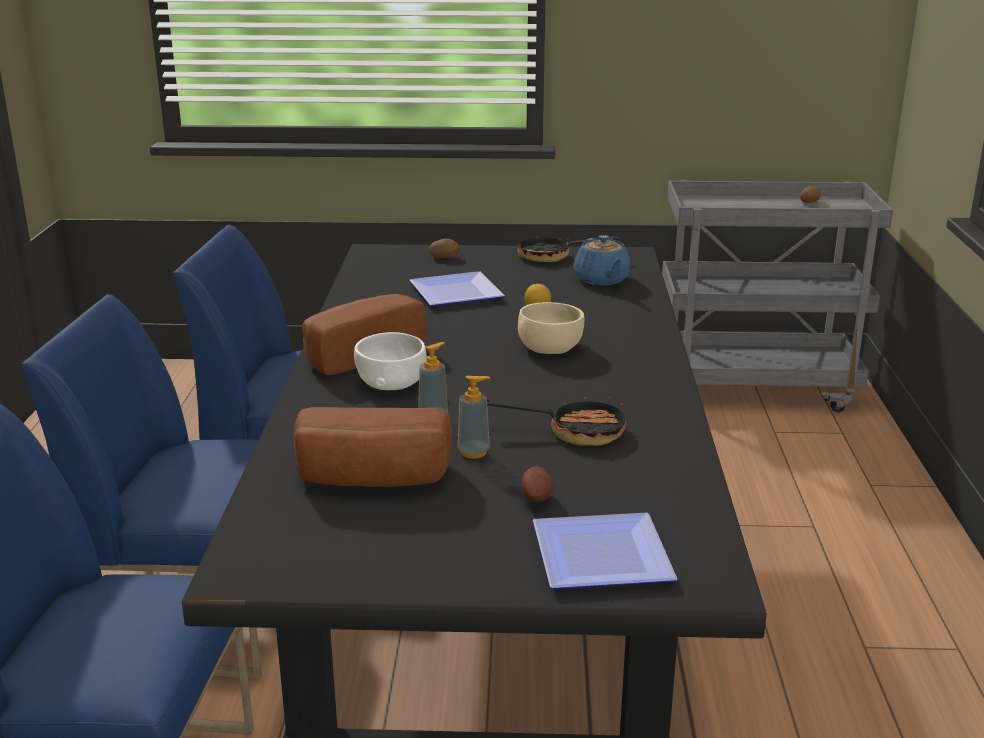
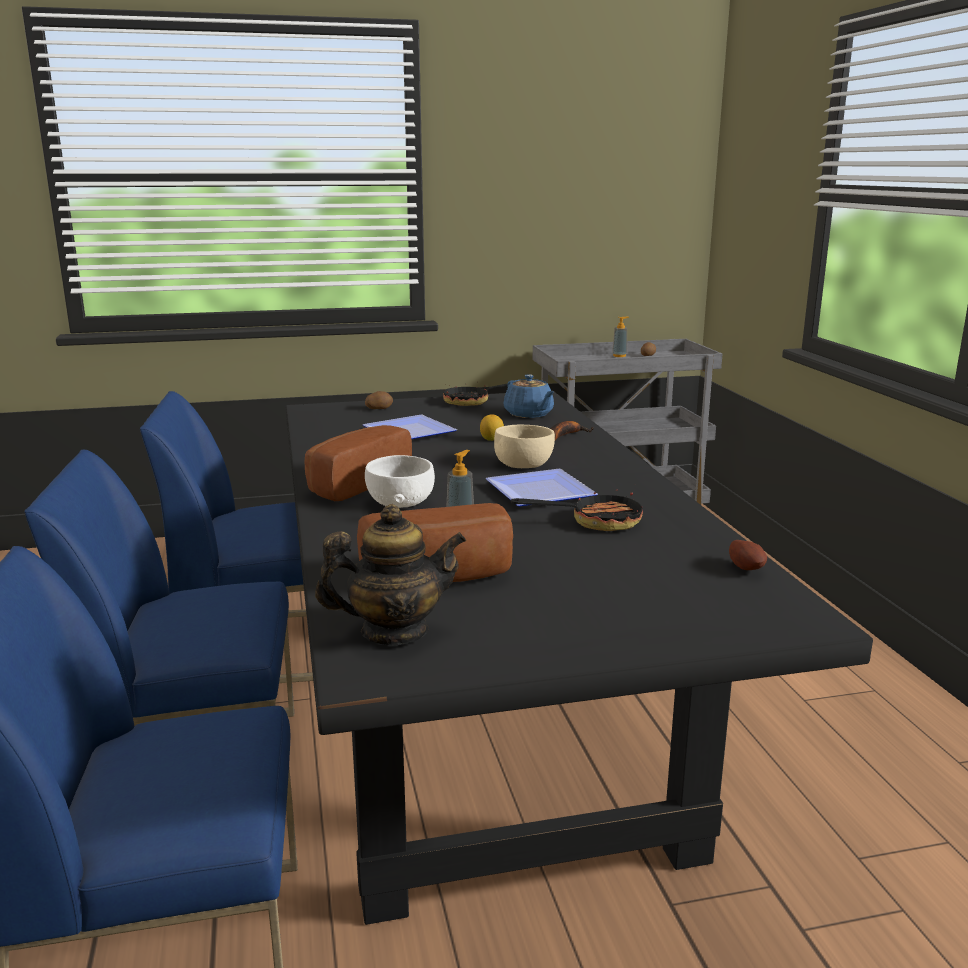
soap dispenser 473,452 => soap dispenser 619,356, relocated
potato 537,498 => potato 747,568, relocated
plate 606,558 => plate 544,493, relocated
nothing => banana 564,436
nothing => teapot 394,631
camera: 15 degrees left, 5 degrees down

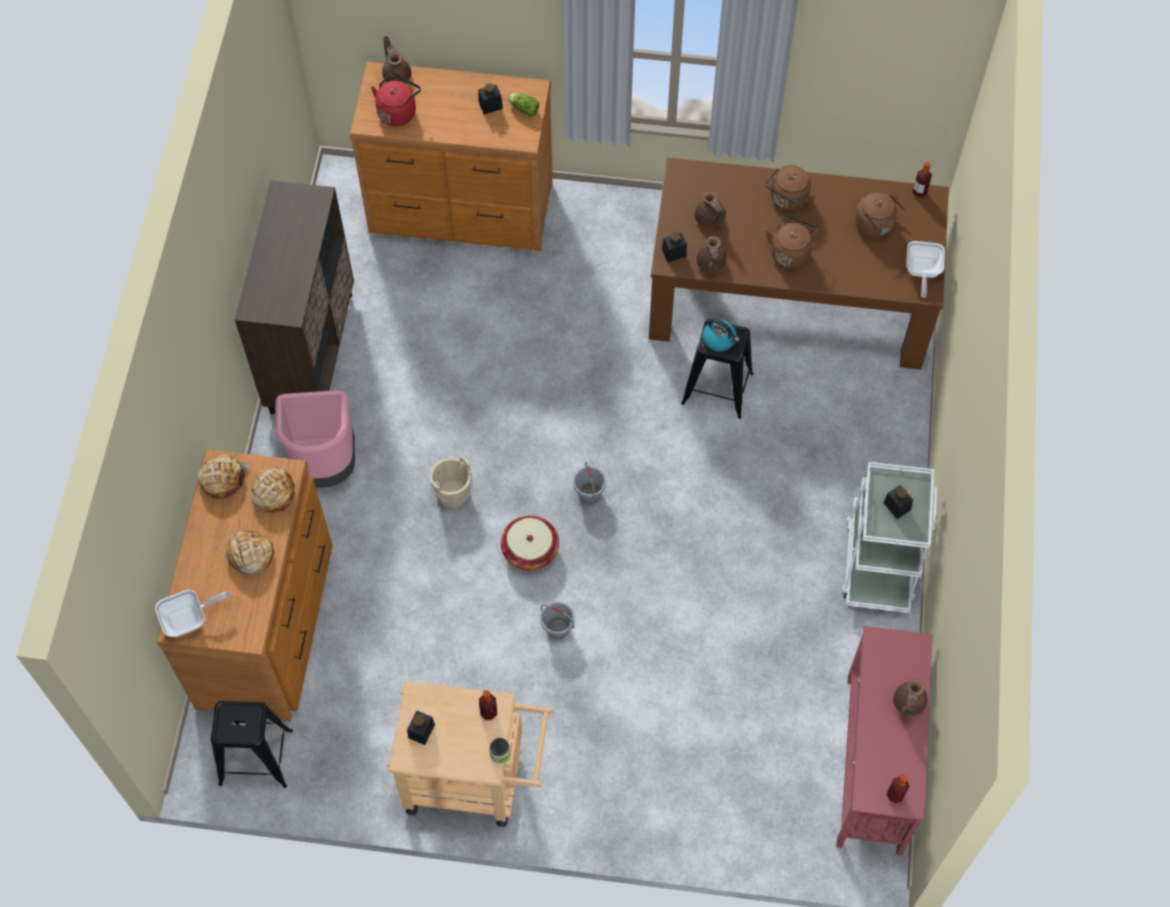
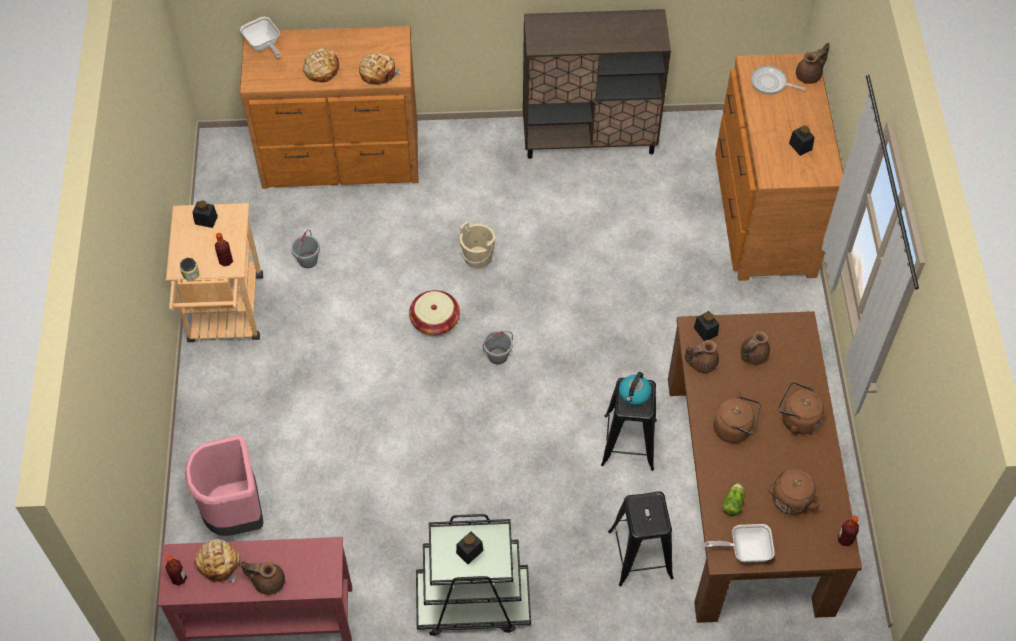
red kettle 398,111 => frying pan 770,83
lettuce 523,108 => lettuce 733,502, relocated
pink trash can 325,468 => pink trash can 236,515, relocated
bread 222,479 => bread 219,563, relocated
white cart 879,562 => black cart 472,603
grey bucket 557,628 => grey bucket 307,260, relocated
black stool 256,757 => black stool 640,555, relocated
camera: 80 degrees right, 5 degrees down

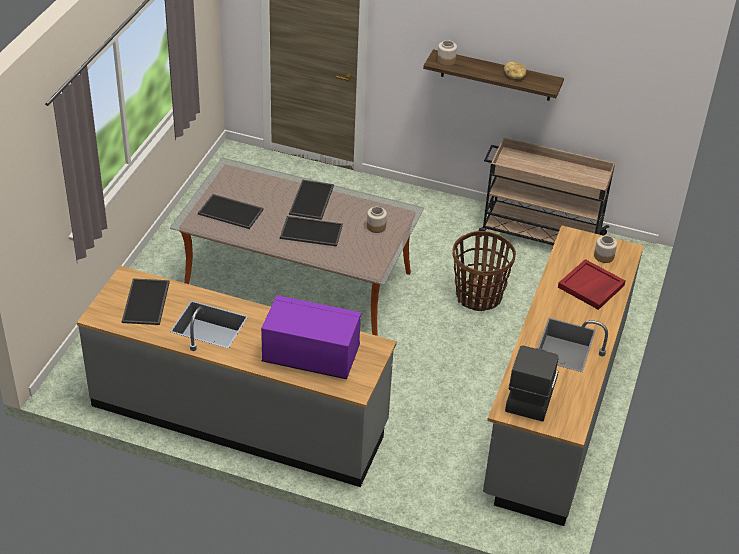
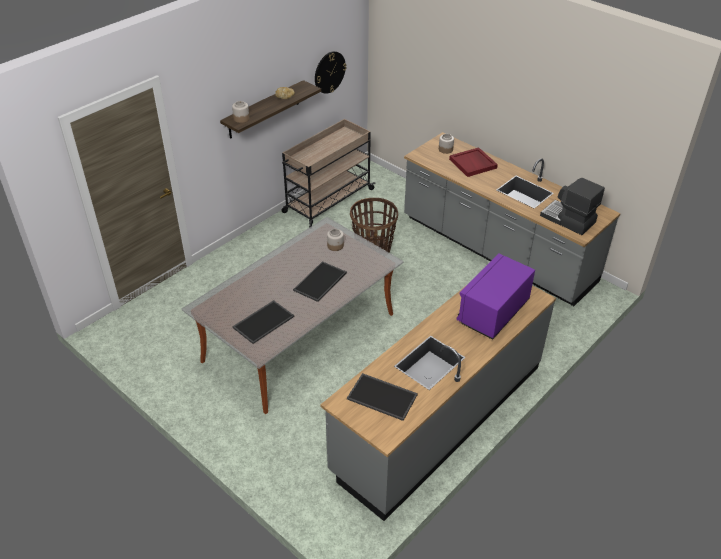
tray 312,200 => nothing
nothing => wall clock 329,72
camera: 65 degrees left, 0 degrees up

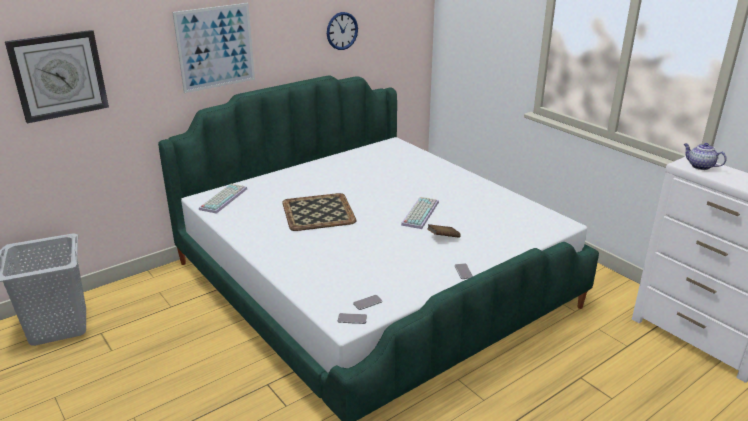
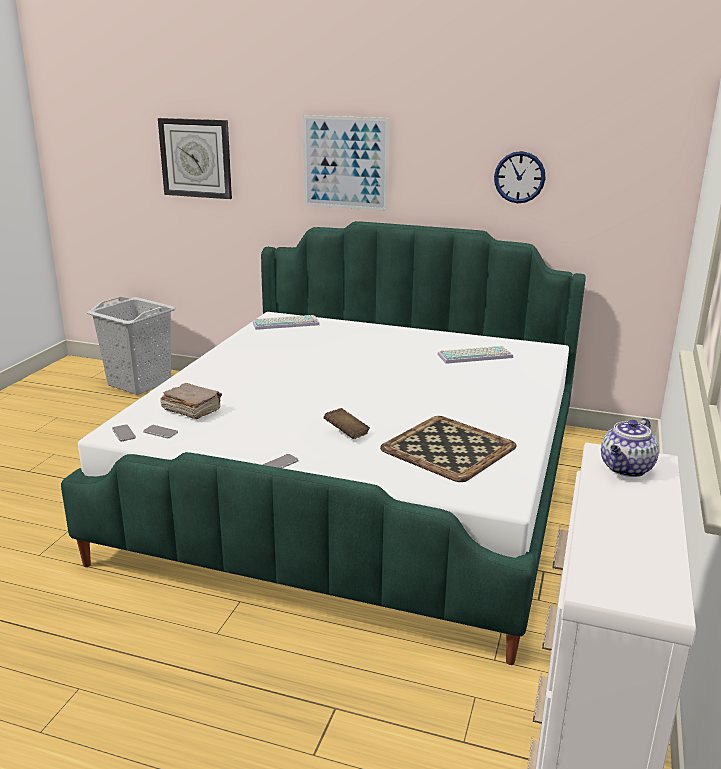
teapot 700,166 => teapot 626,469, 150 degrees counterclockwise
tray 317,212 => tray 448,447, relocated
keyboard 419,213 => keyboard 475,355, relocated
nothing => brown book 191,410
camera: 55 degrees right, 5 degrees down

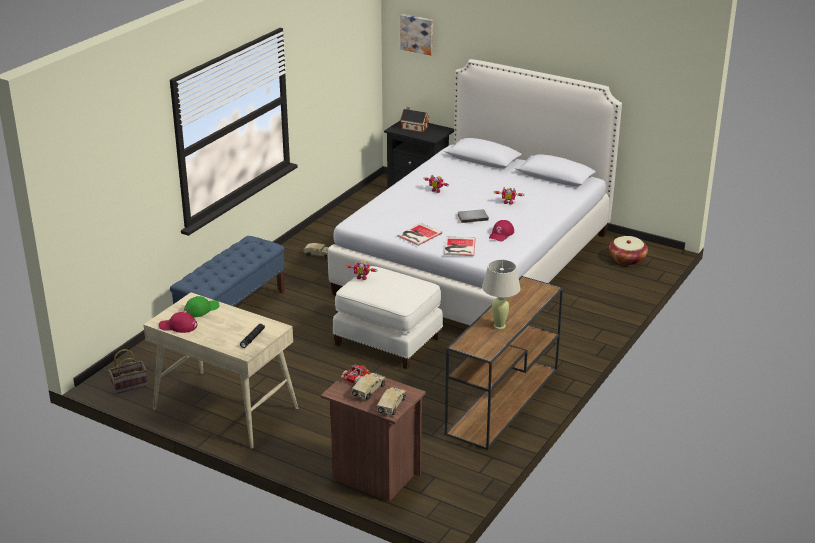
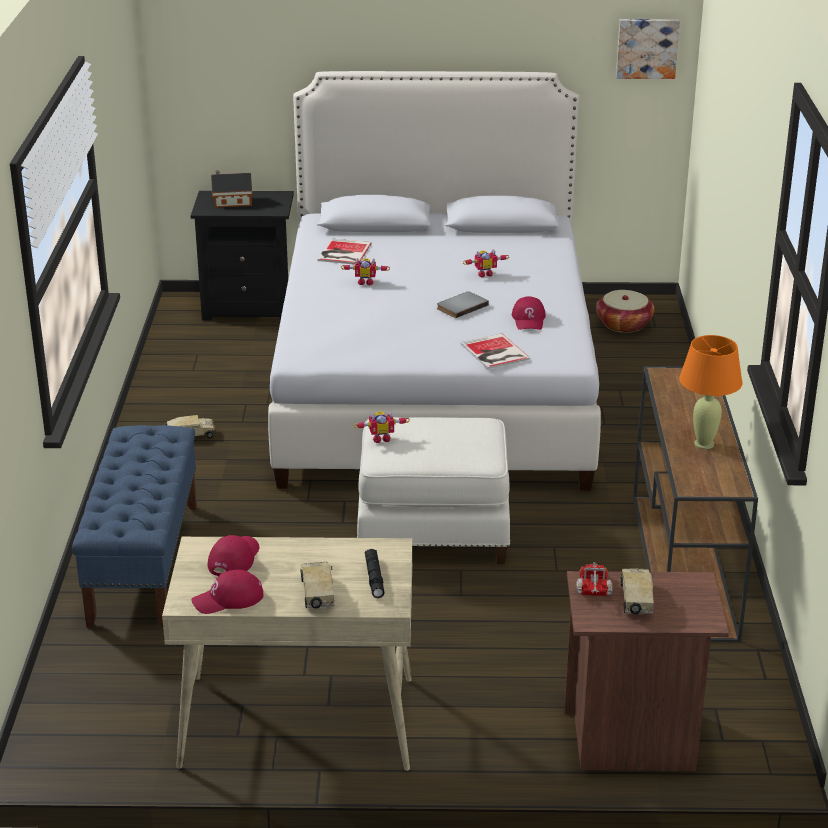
picture 417,34 => picture 647,48, relocated
book 418,235 => book 343,253, relocated
beige table lamp 499,326 => orange table lamp 703,444
green cap 201,309 => red cap 234,559
basket 130,385 => nothing
toy truck 391,407 => toy truck 318,595, relocated
camera: 30 degrees left, 0 degrees up

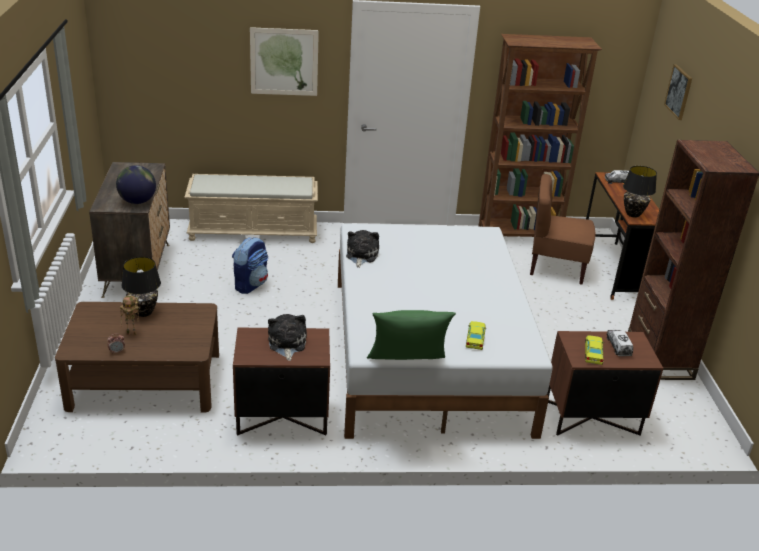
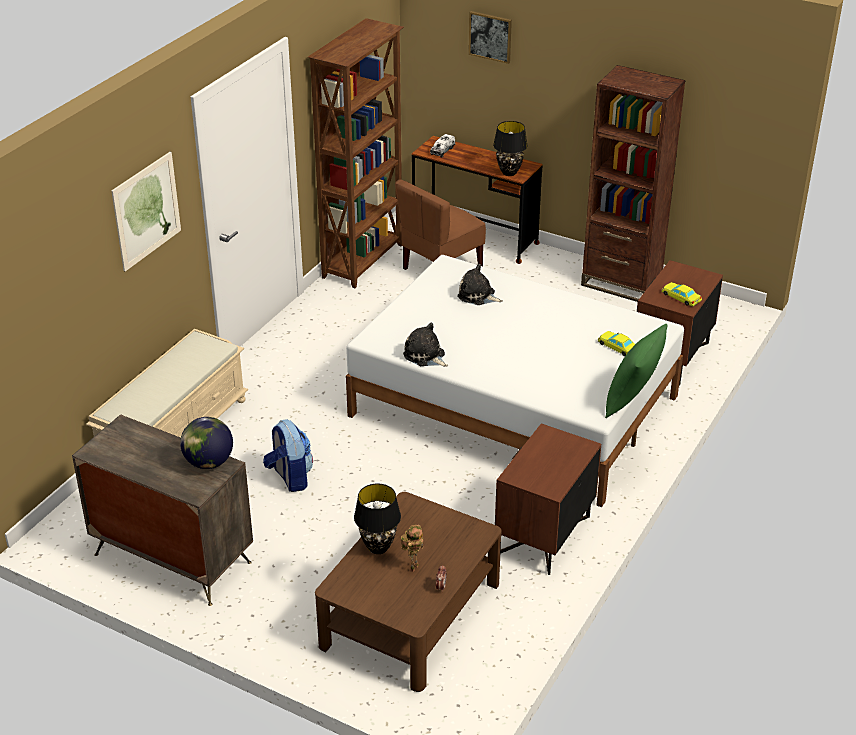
plush toy 286,344 => plush toy 478,296, relocated
toy truck 618,347 => nothing
camera: 55 degrees left, 5 degrees up

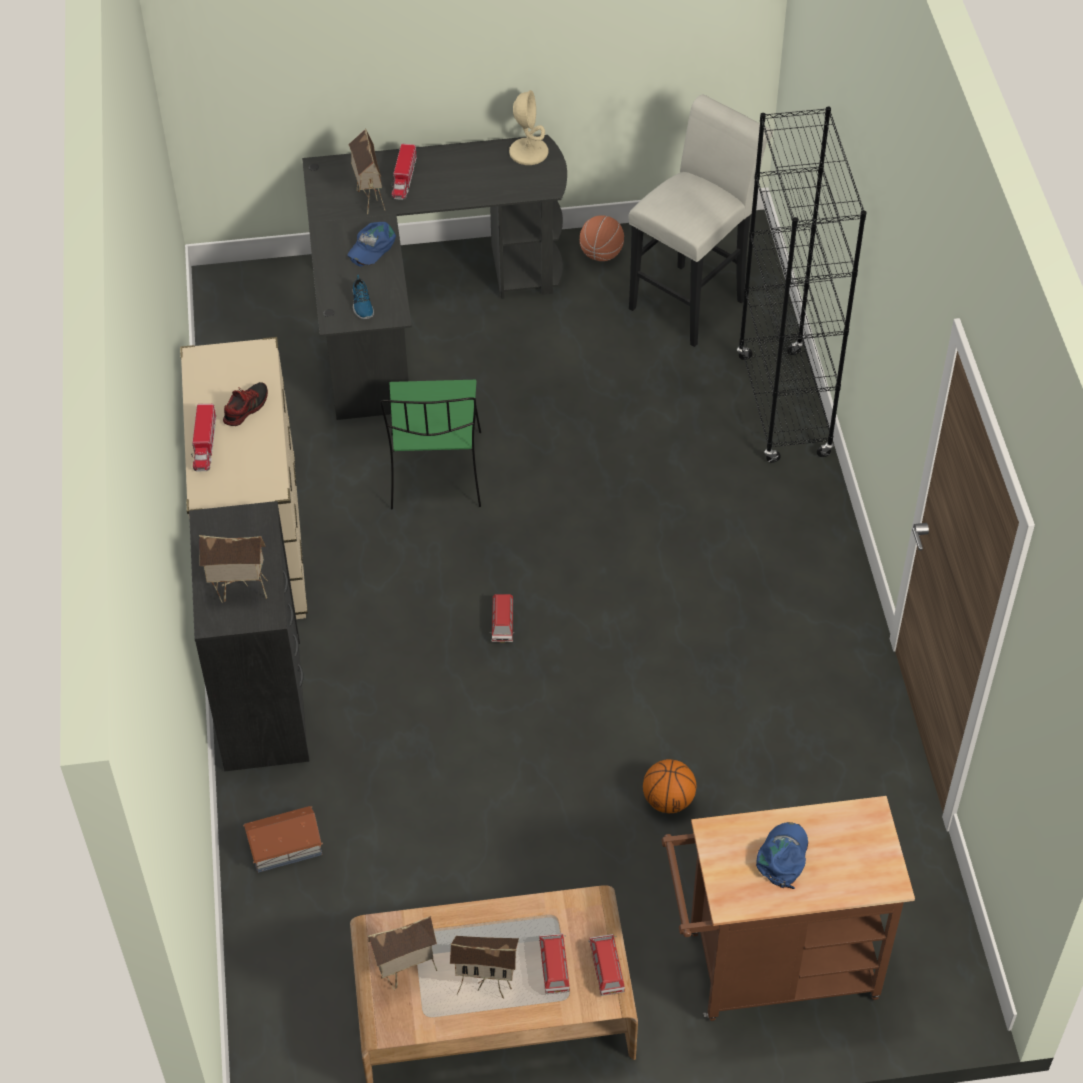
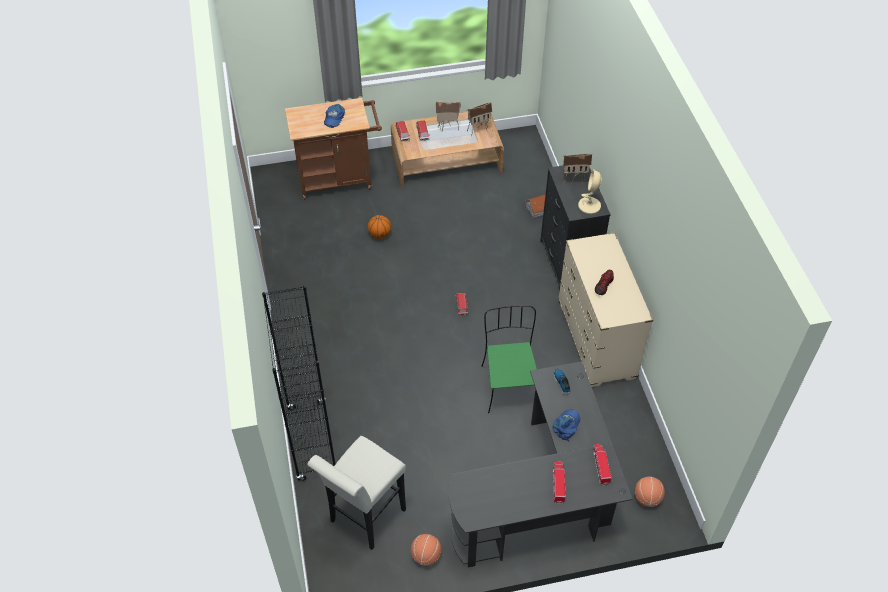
beige table lamp 528,152 => beige table lamp 589,206, relocated
toy house 369,198 => nothing
toy truck 205,444 => toy truck 601,466, relocated
nothing => basketball 647,498
camera: 175 degrees right, 0 degrees up

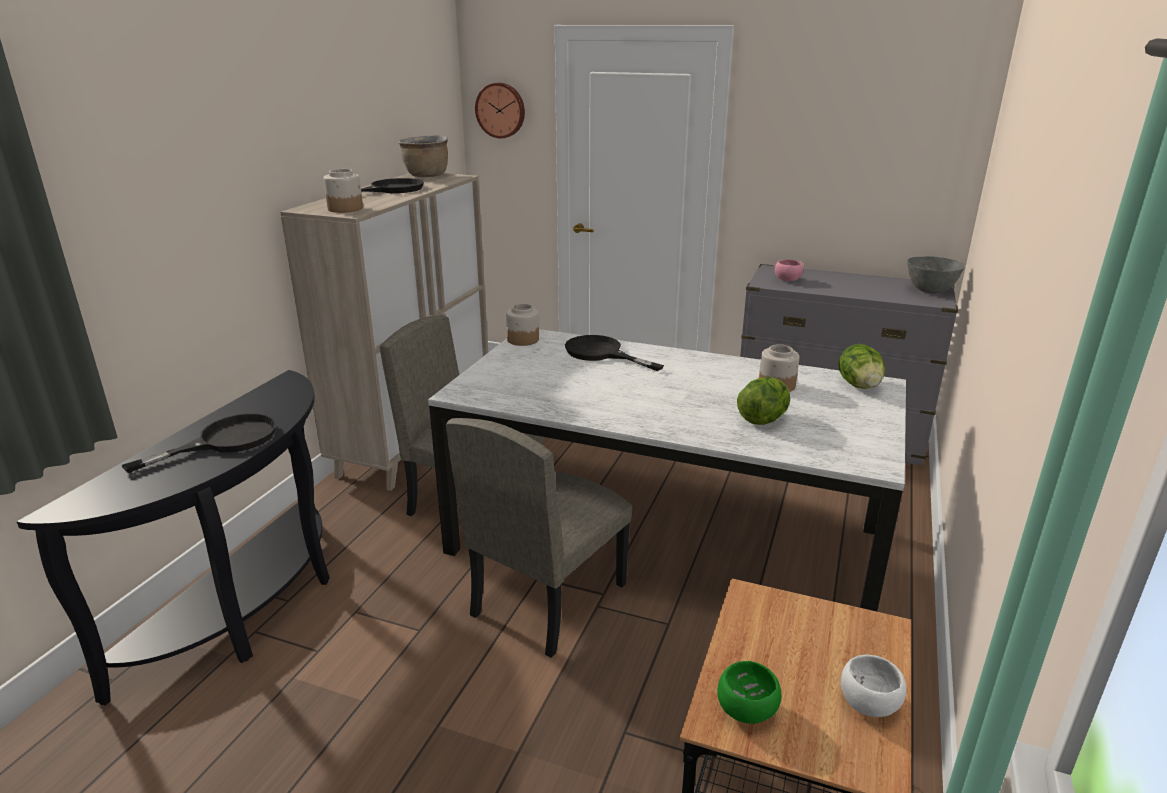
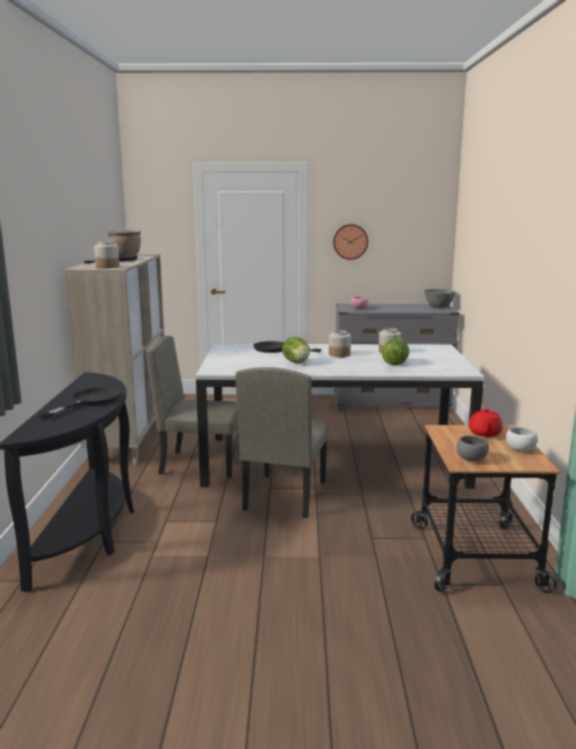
wall clock 501,110 => wall clock 350,241, relocated
jar 522,340 => jar 339,354, relocated
lettuce 859,386 => lettuce 296,362, relocated
green bowl 748,710 => grey bowl 472,459
nothing => red teapot 484,433
camera: 20 degrees left, 10 degrees down

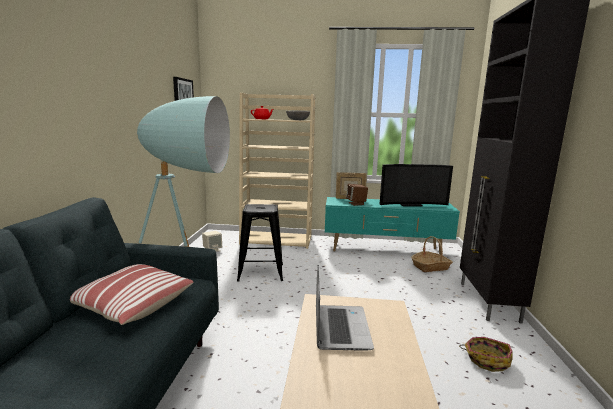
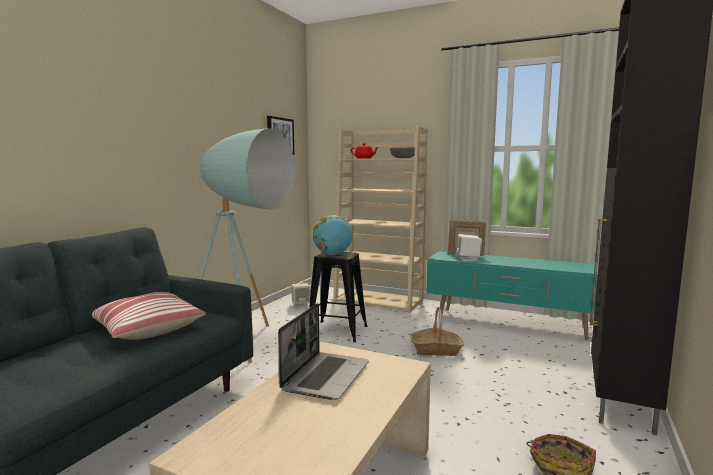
television 410,204 => nothing
brown speaker 356,203 => white speaker 468,259
basket 430,267 => basket 436,350, relocated
nothing => globe 332,255
camera: 20 degrees right, 5 degrees down

